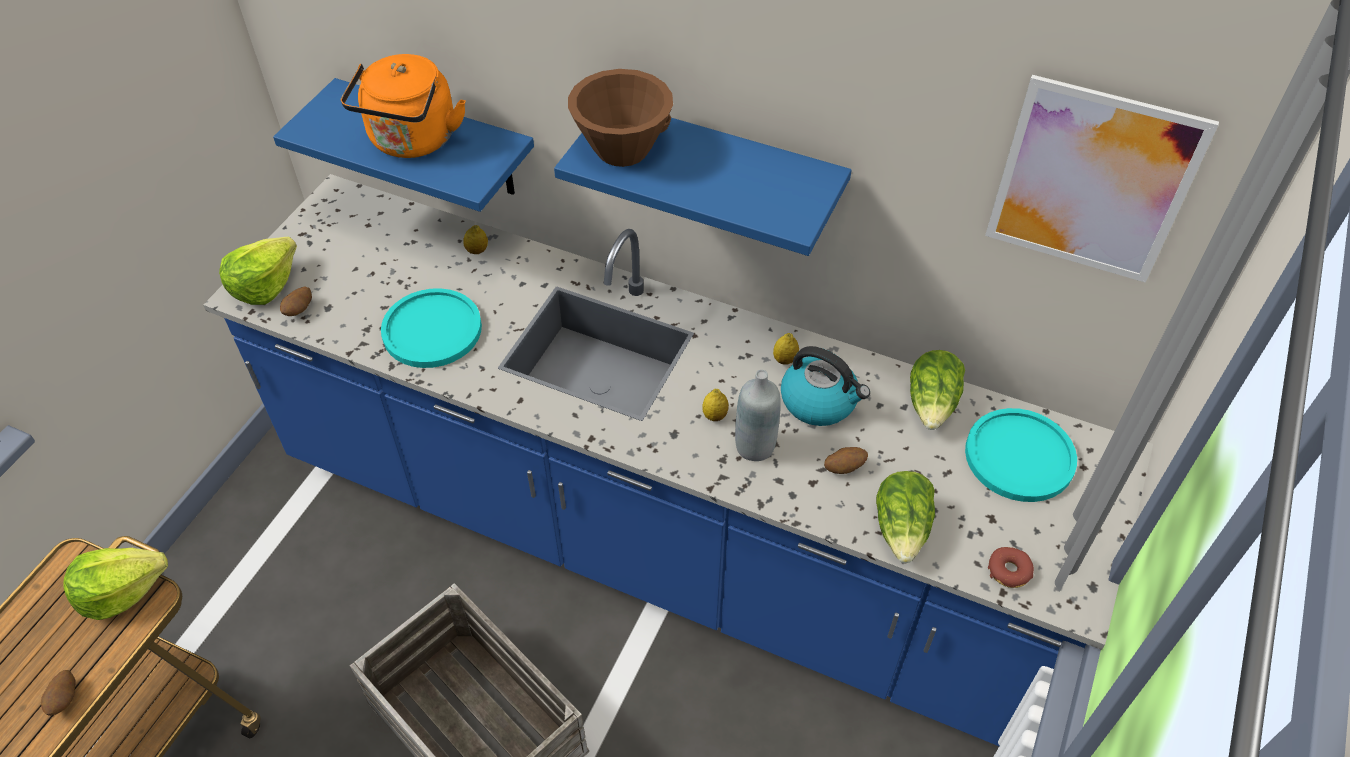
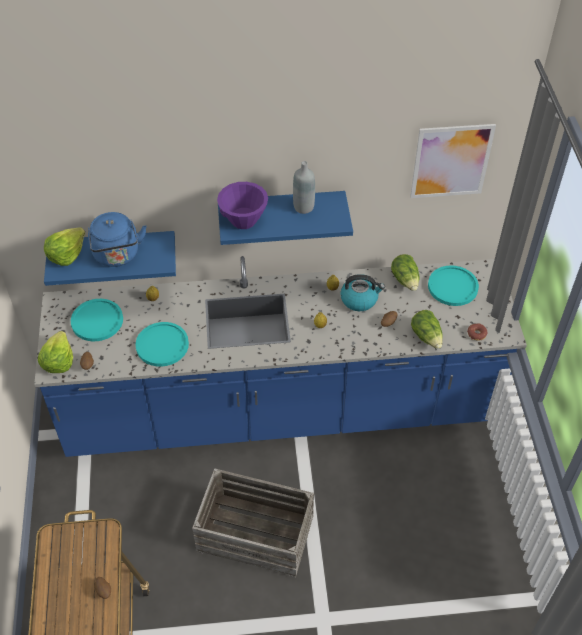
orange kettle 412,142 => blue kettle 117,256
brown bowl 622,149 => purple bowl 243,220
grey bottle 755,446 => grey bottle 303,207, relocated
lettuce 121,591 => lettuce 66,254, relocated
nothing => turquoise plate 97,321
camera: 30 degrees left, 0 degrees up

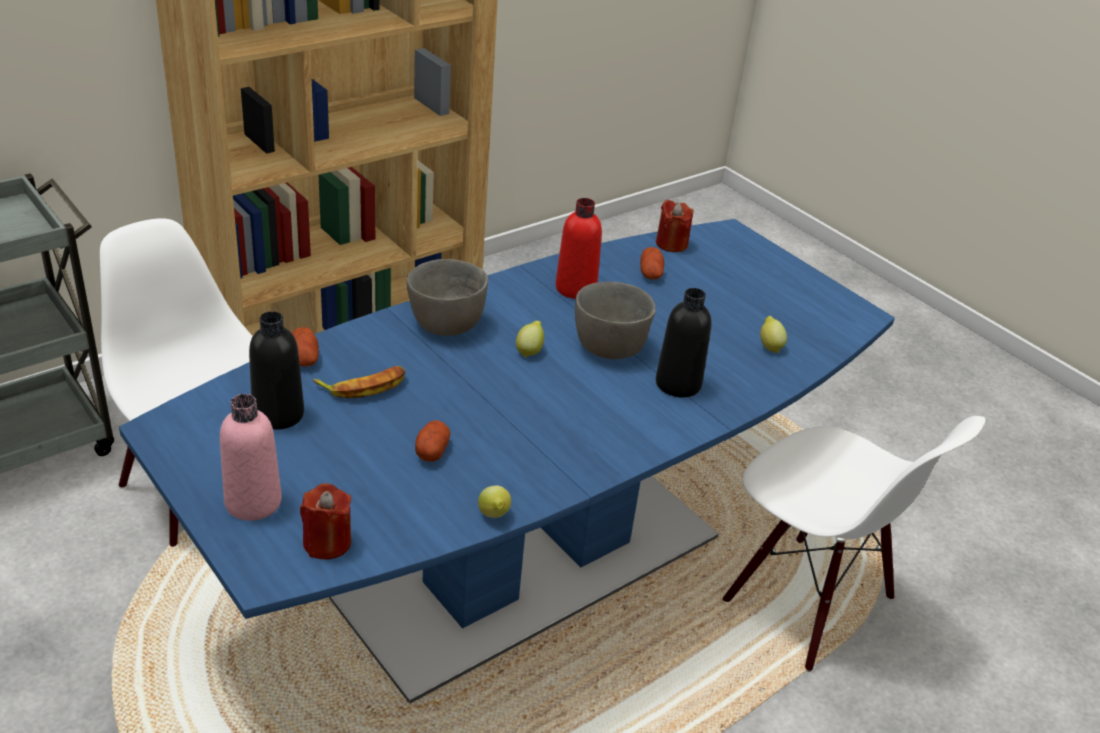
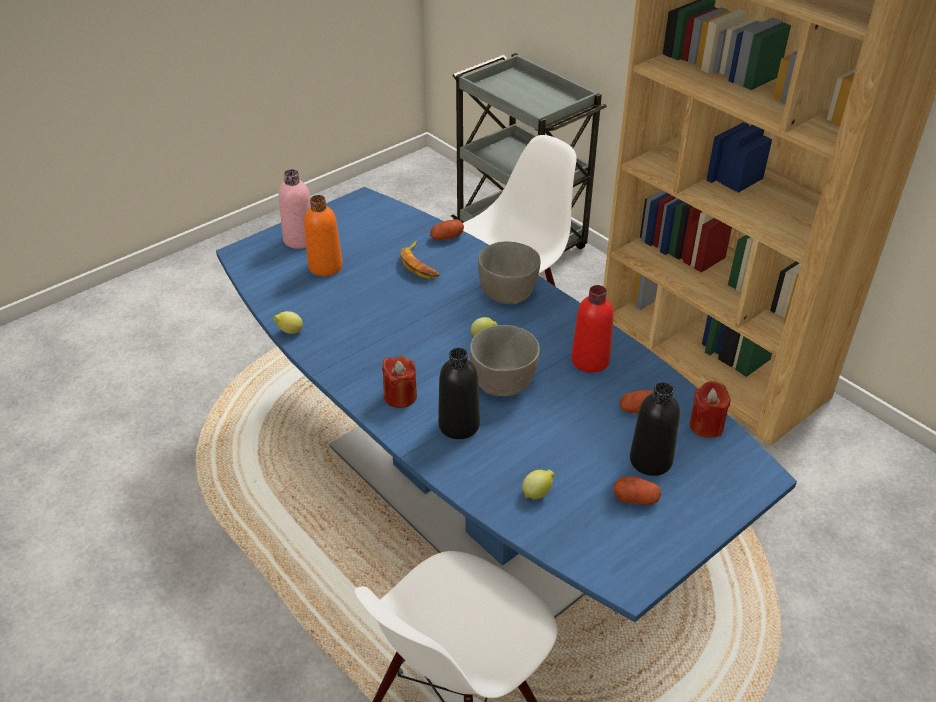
black bottle 278,414 => black bottle 650,460, relocated
potato 432,450 => potato 636,498, relocated
red candle 327,543 => red candle 400,396, relocated
nothing => orange bottle 325,266
camera: 90 degrees right, 5 degrees up

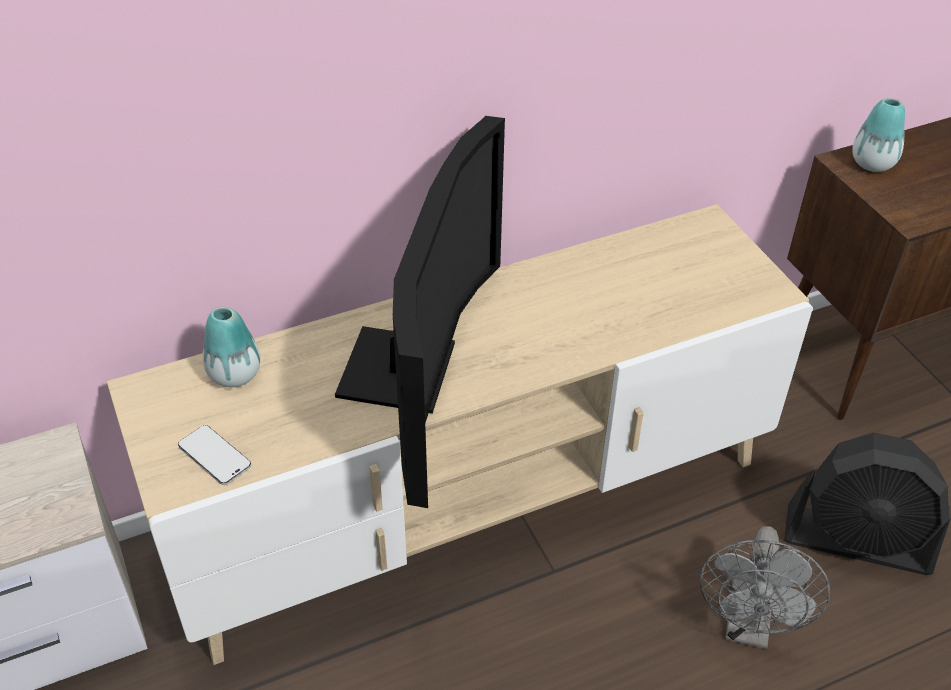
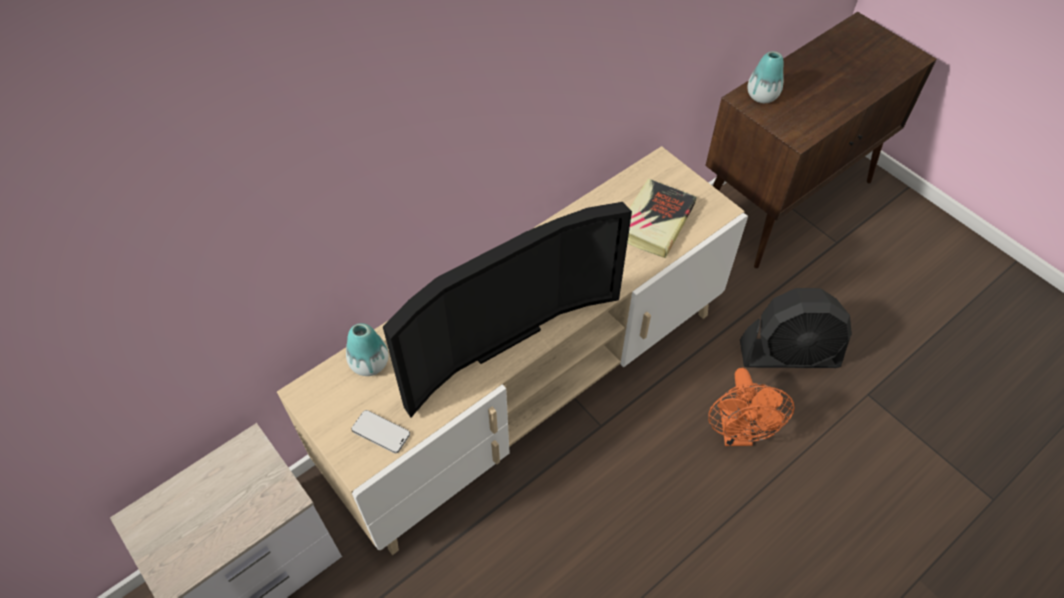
television 414,374 => television 498,333, 60 degrees clockwise
grey fan 748,627 => orange fan 737,433
nothing => book 655,222
camera: 15 degrees left, 10 degrees up

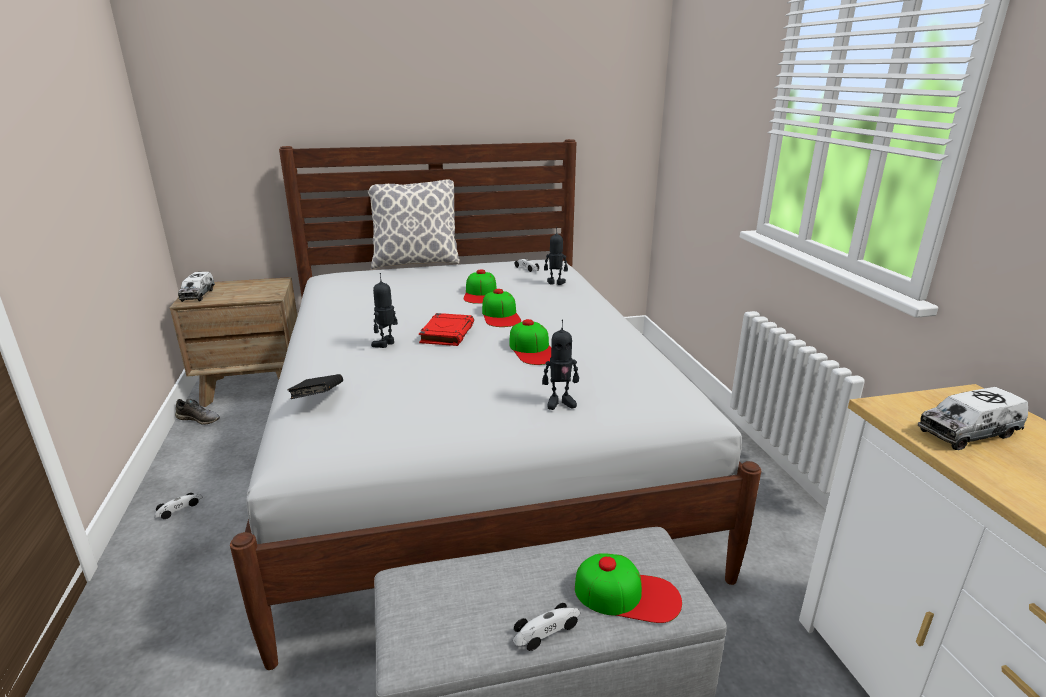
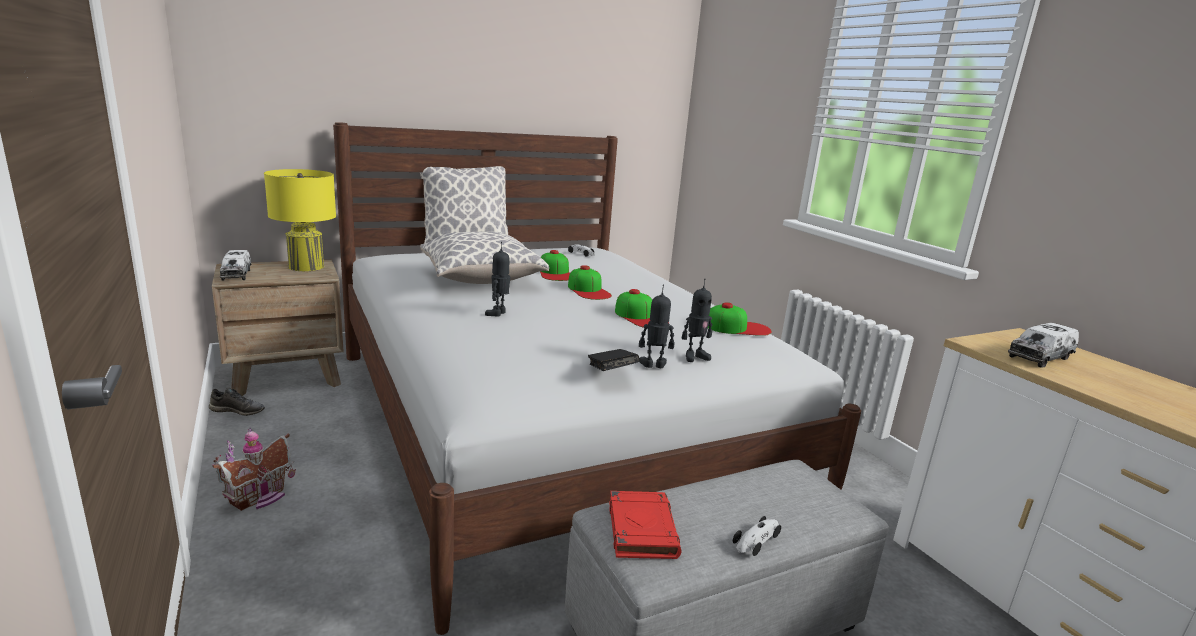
toy robot 555,283 => toy robot 653,366, relocated
red book 447,333 => red book 641,529, relocated
black book 318,399 => black book 611,373, relocated
toy car 179,508 => toy house 261,498
cap 627,594 => cap 737,327, relocated
nothing => yellow table lamp 306,267
nothing => pillow 481,279
camera: 15 degrees left, 5 degrees down

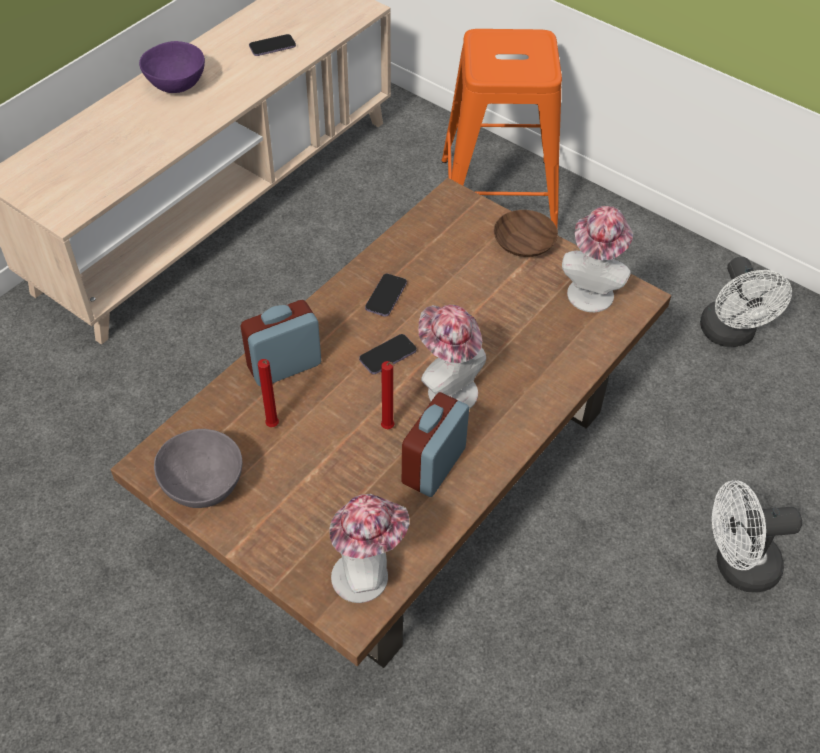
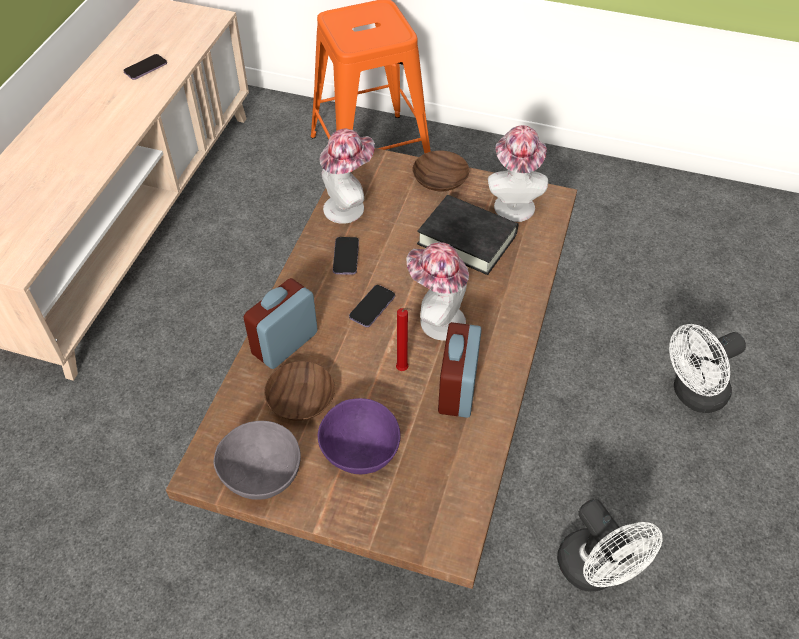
purple bowl 176,86 => purple bowl 360,454, relocated
white fan 730,335 => white fan 595,571, relocated
red candle 273,427 => brown bowl 301,401
hat 368,575 => hat 348,206, relocated
nothing => black book 467,239
camera: 20 degrees left, 0 degrees up

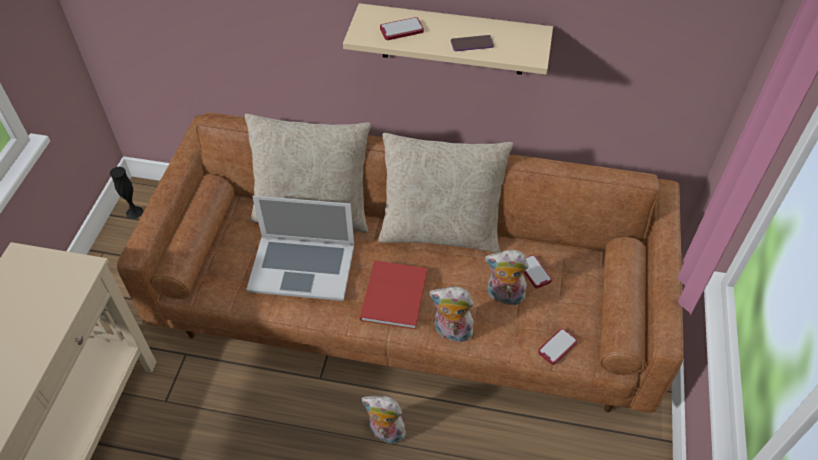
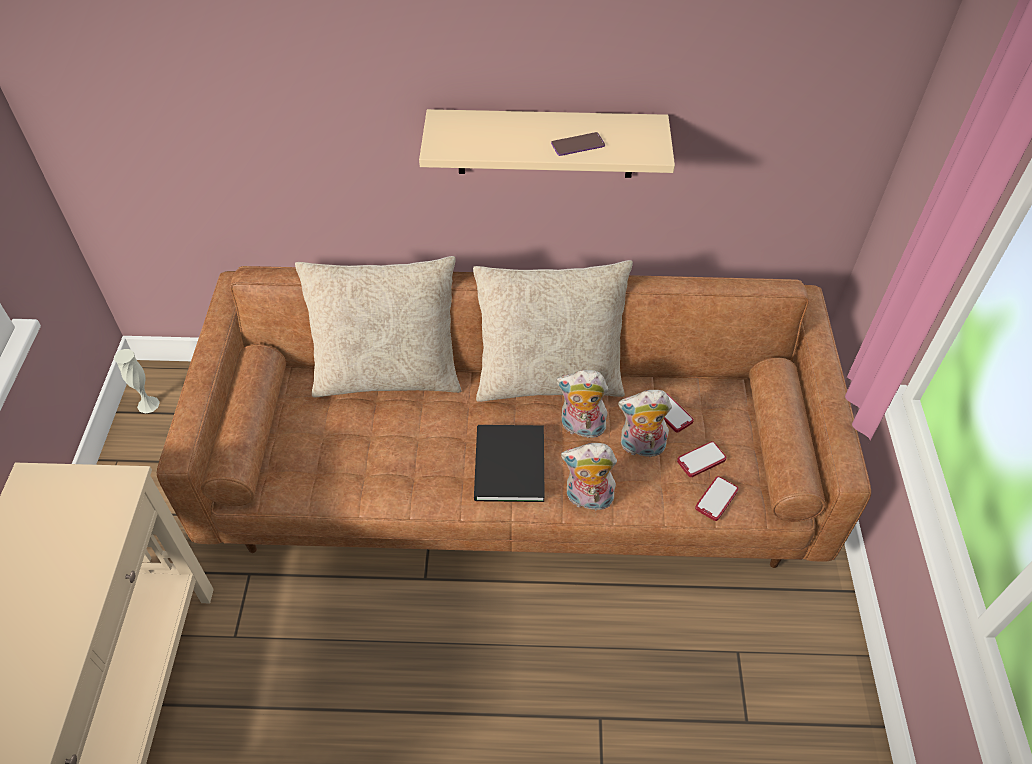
phone 401,30 => phone 701,460, relocated
black vase 134,212 => white vase 148,404
laptop 302,267 => nothing
red book 391,297 => black book 507,467
plush toy 385,433 => plush toy 581,428, relocated
camera: 10 degrees left, 0 degrees up

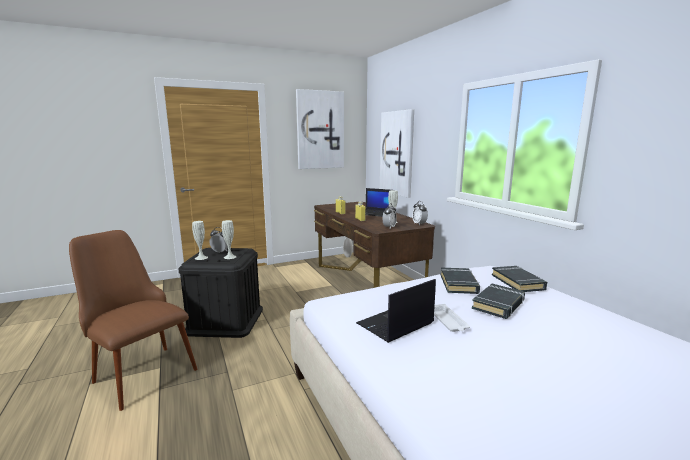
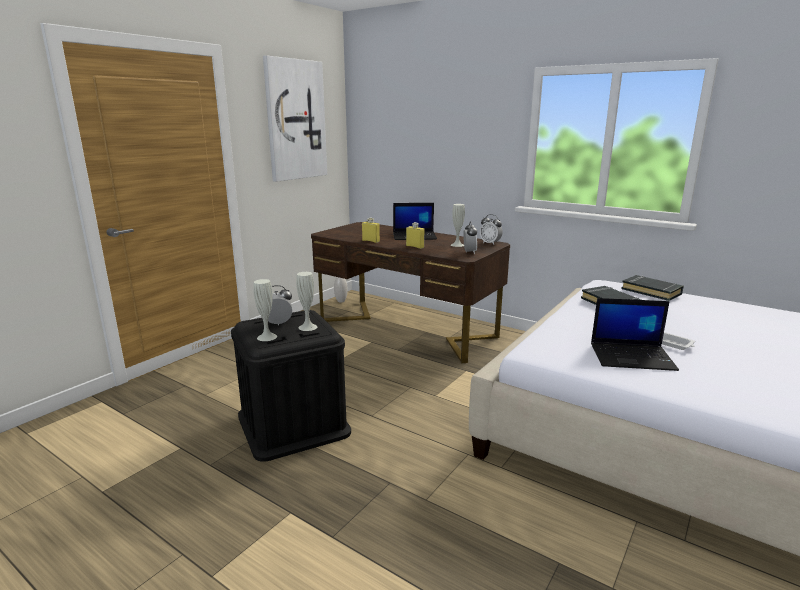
picture 397,153 => nothing
brown chair 138,369 => nothing
laptop 395,324 => laptop 632,357, 105 degrees counterclockwise
black book 498,304 => nothing
camera: 30 degrees left, 5 degrees up

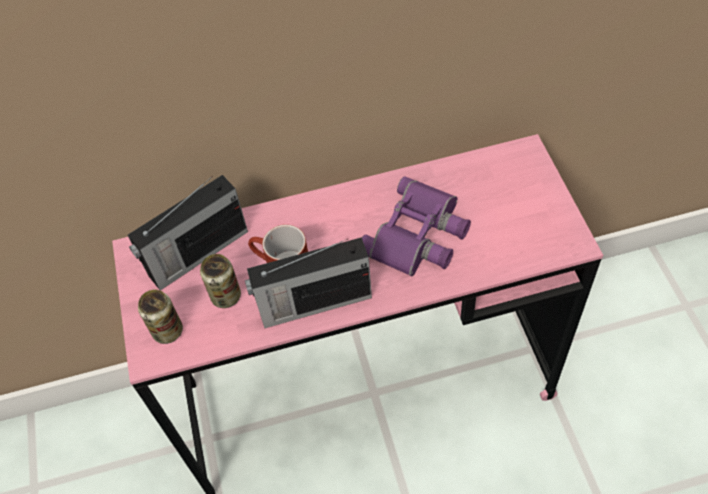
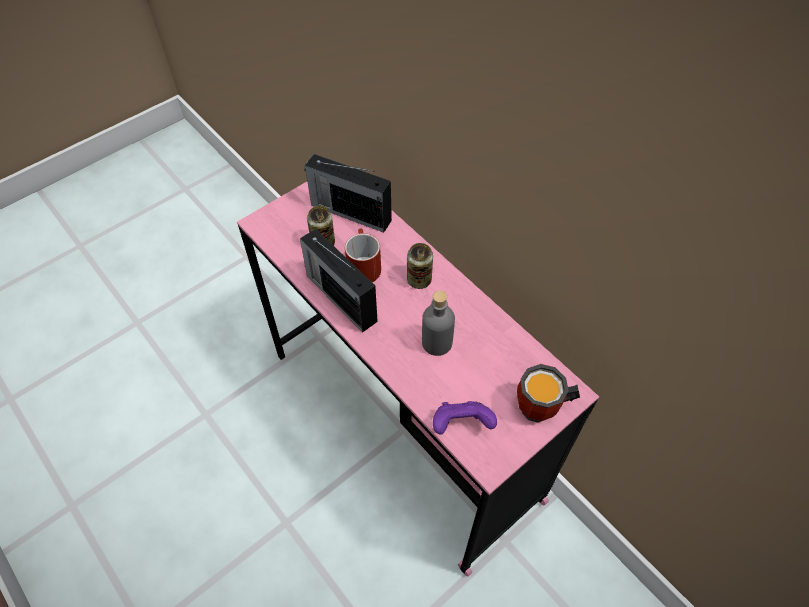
purple binoculars 419,235 => grey bottle 436,342
can 167,331 => can 419,280, relocated
nothing => mug 542,409
nothing => purple game controller 461,425
camera: 60 degrees right, 0 degrees up

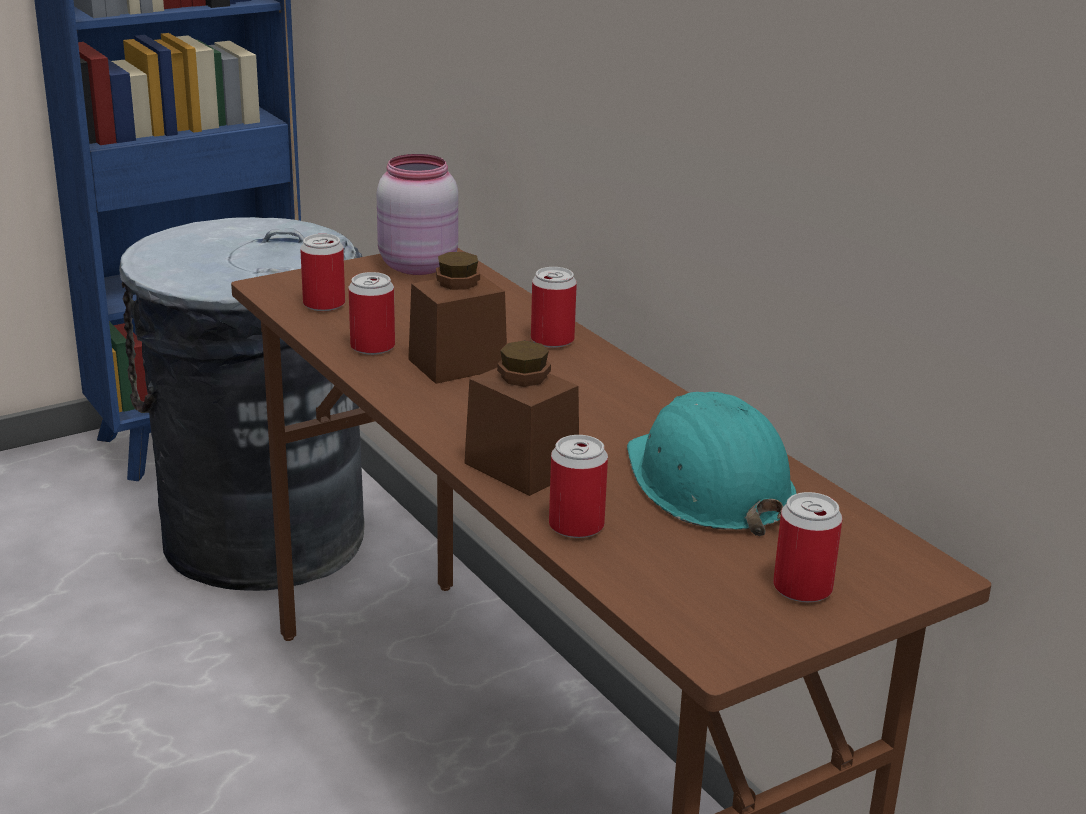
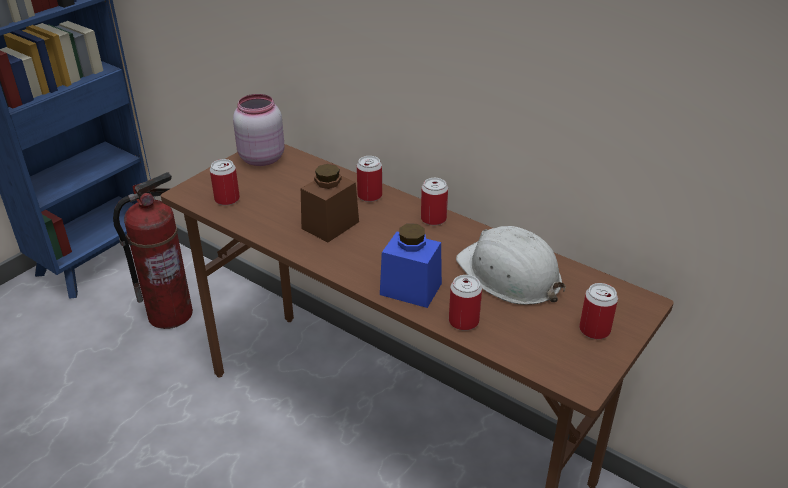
grey trash can 262,536 => fire extinguisher 170,315
can 372,347 => can 433,219, relocated
brown jar 521,467 => blue jar 410,289
turquoise hard hat 708,484 => white hard hat 509,275
camera: 20 degrees left, 10 degrees up

